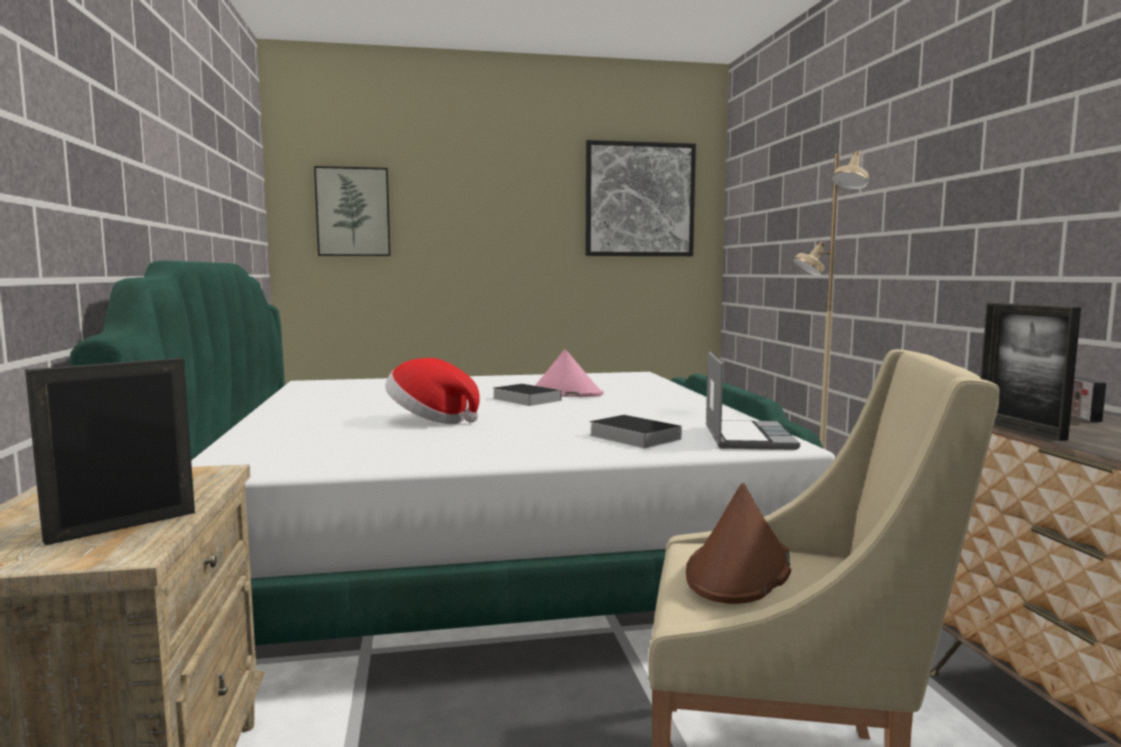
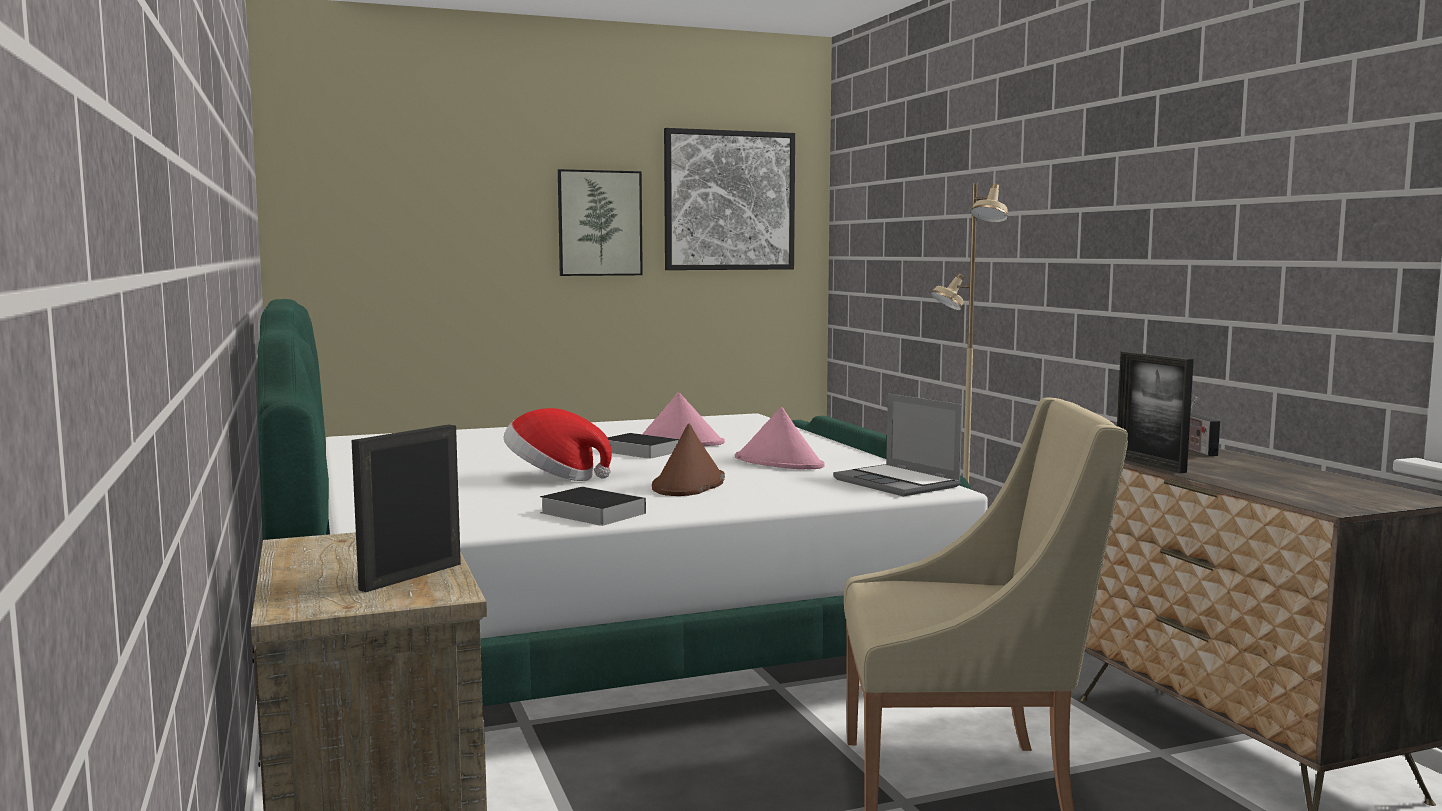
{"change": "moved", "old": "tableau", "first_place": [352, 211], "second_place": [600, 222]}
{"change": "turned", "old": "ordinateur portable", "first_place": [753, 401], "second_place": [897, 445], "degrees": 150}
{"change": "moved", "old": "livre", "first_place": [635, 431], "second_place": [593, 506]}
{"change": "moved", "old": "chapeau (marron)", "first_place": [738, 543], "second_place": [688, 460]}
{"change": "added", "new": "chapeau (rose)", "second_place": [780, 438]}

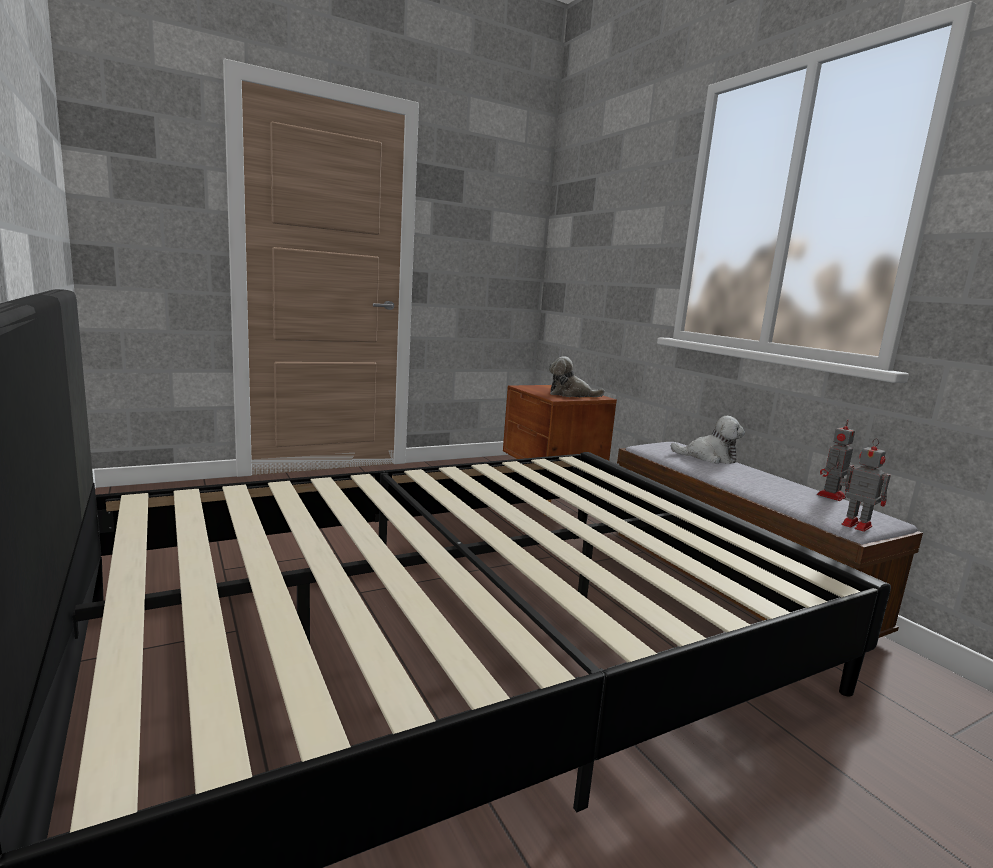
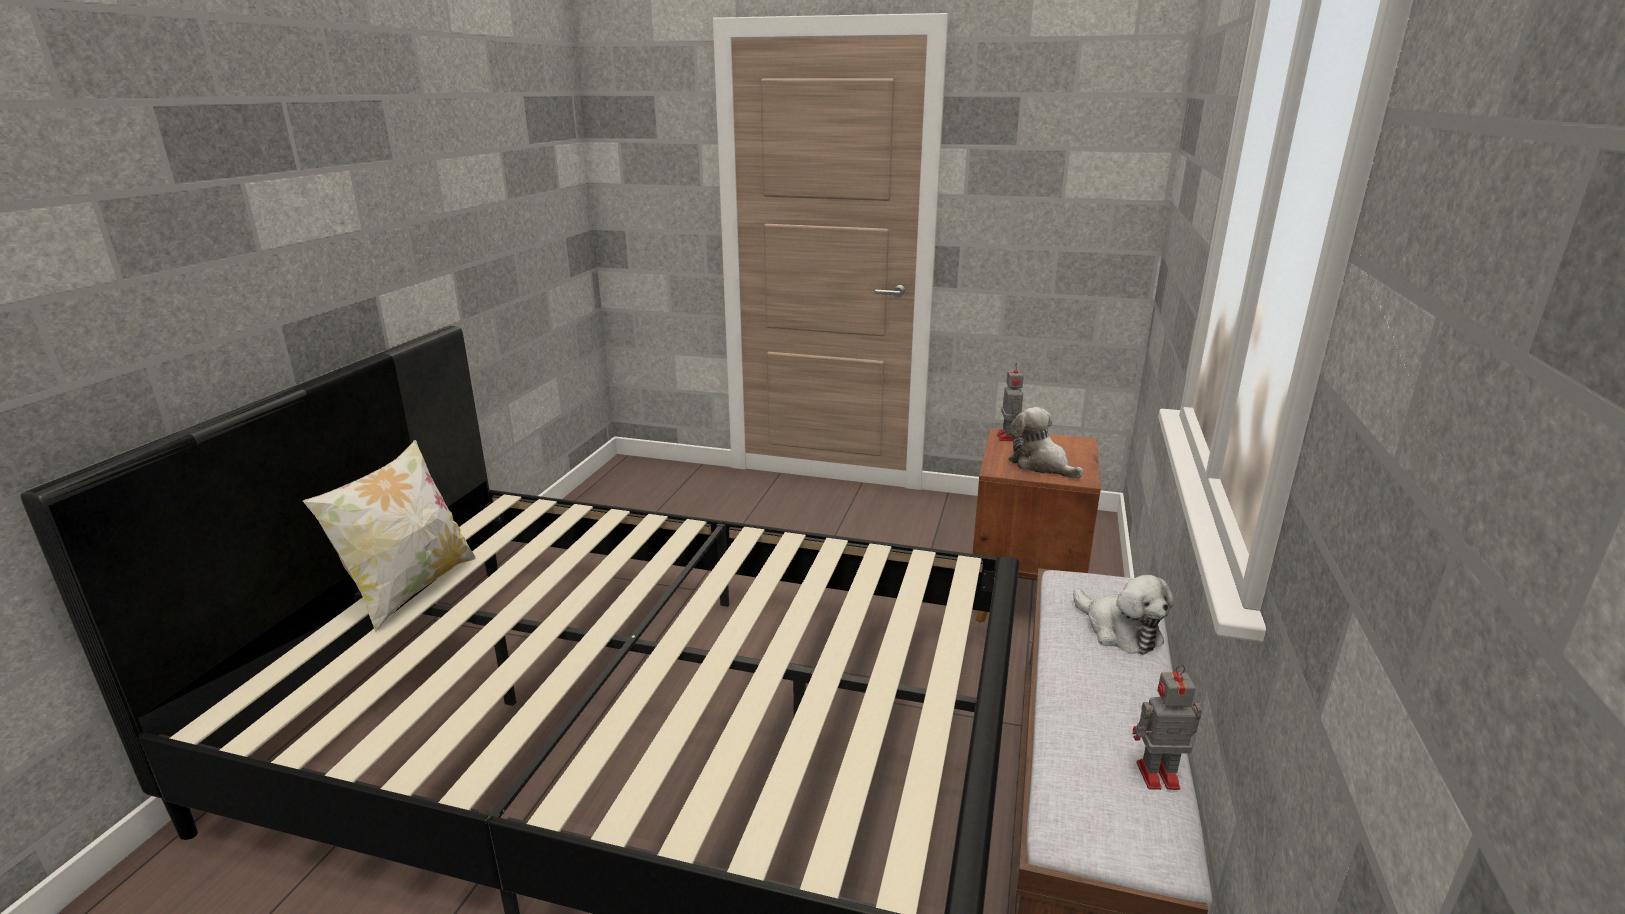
{"change": "moved", "old": "robot jouet", "first_place": [865, 485], "second_place": [1010, 402]}
{"change": "added", "new": "coussin", "second_place": [389, 536]}

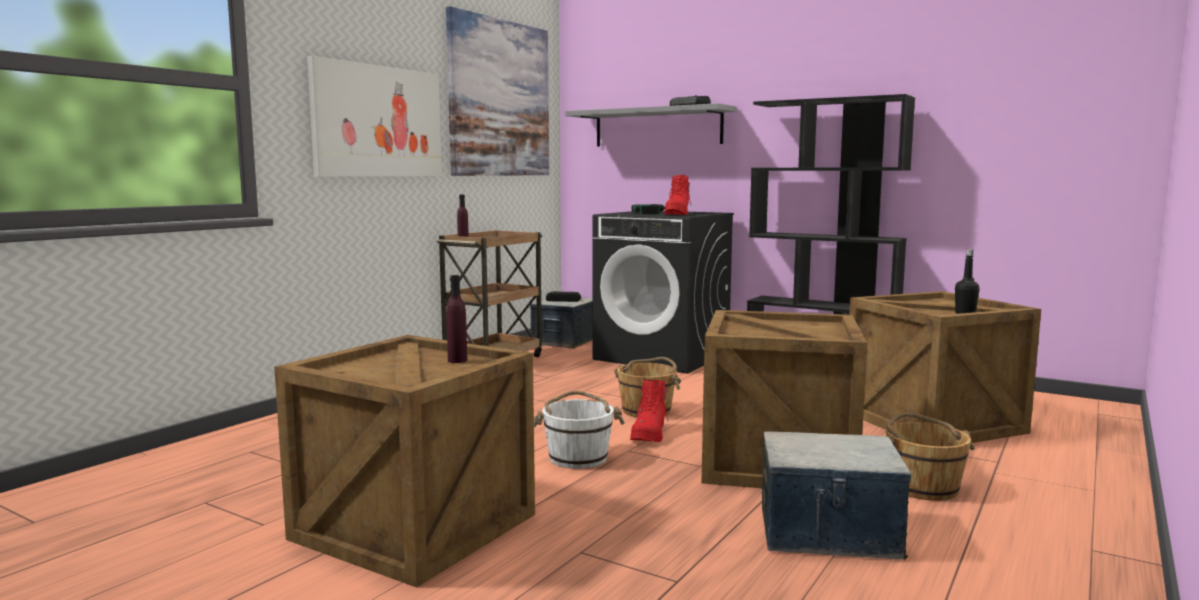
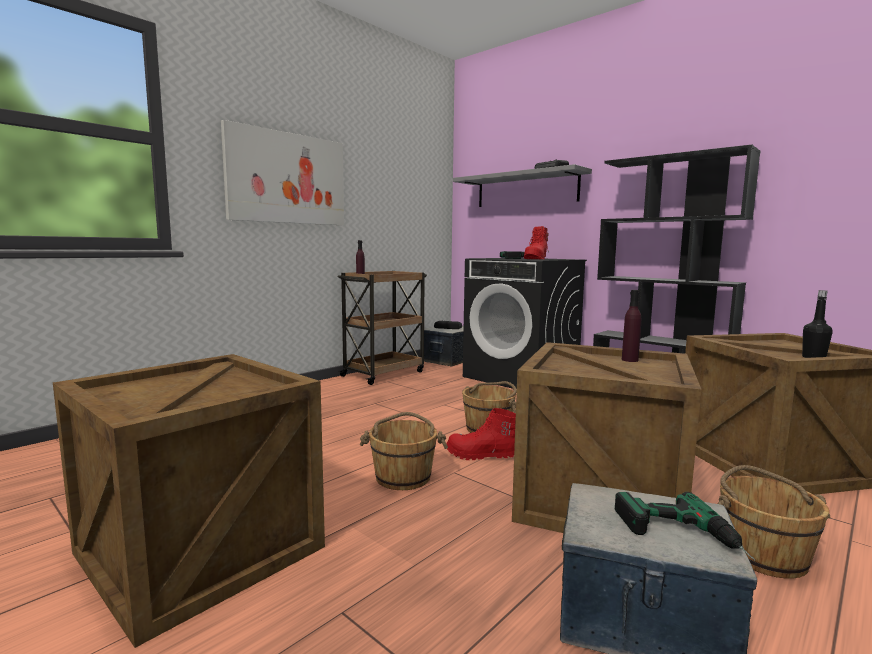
{"change": "removed", "old": "tableau", "first_place": [497, 91]}
{"change": "moved", "old": "bouteille (violet)", "first_place": [456, 319], "second_place": [631, 326]}
{"change": "turned", "old": "botte (rouge)", "first_place": [649, 411], "second_place": [481, 434], "degrees": 75}
{"change": "recoloured", "old": "seau (blanc)", "new": "seau (marron)", "first_place": [579, 430], "second_place": [404, 451]}
{"change": "added", "new": "perceuse", "second_place": [685, 526]}

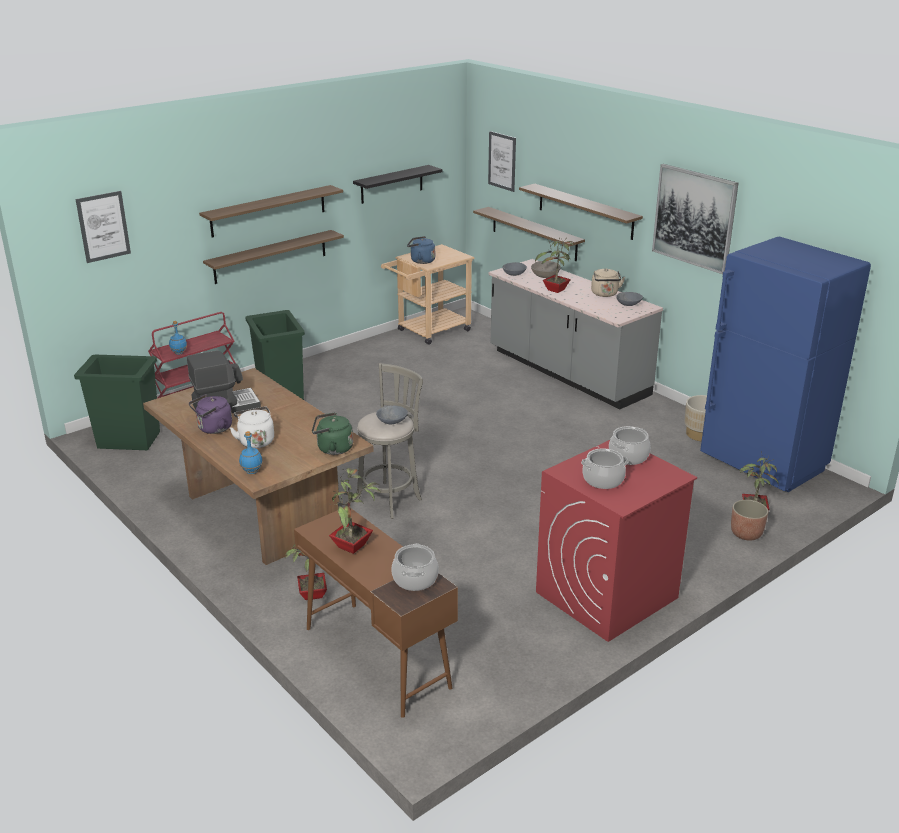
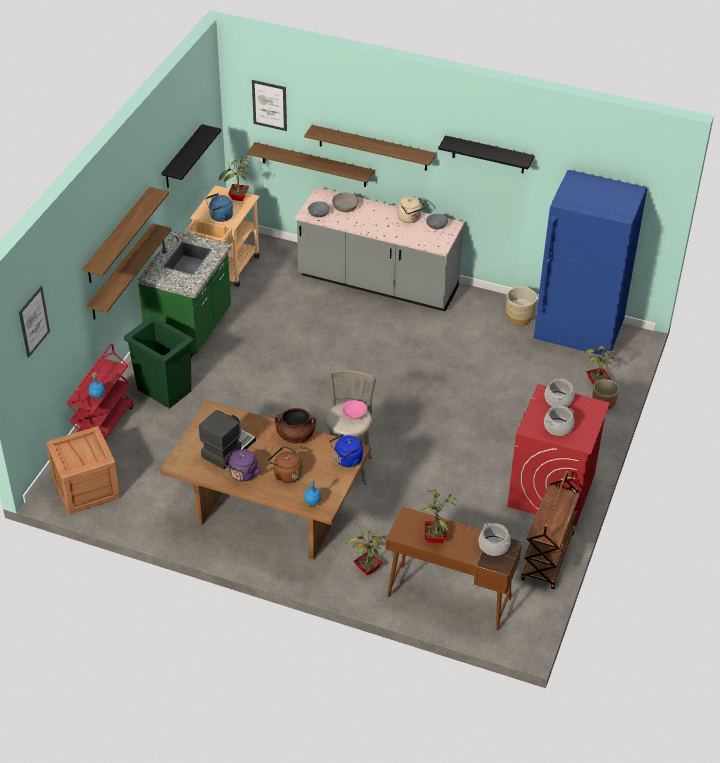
{"change": "replaced", "old": "tableau", "new": "étagère (noir)", "first_place": [695, 219], "second_place": [486, 154]}
{"change": "moved", "old": "plante en pot", "first_place": [554, 265], "second_place": [235, 179]}
{"change": "replaced", "old": "poubelle (vert)", "new": "caisse", "first_place": [117, 402], "second_place": [83, 470]}
{"change": "recoloured", "old": "bol (gris)", "new": "bol (rose)", "first_place": [392, 414], "second_place": [354, 409]}
{"change": "recoloured", "old": "bouilloire (blanc)", "new": "bouilloire (marron)", "first_place": [252, 427], "second_place": [285, 464]}
{"change": "recoloured", "old": "bouilloire (vert)", "new": "bouilloire (bleu)", "first_place": [332, 433], "second_place": [346, 450]}
{"change": "added", "new": "comptoir de cuisine (vert)", "second_place": [184, 294]}
{"change": "added", "new": "marmite (marron)", "second_place": [295, 425]}
{"change": "added", "new": "chariot (marron)", "second_place": [550, 530]}

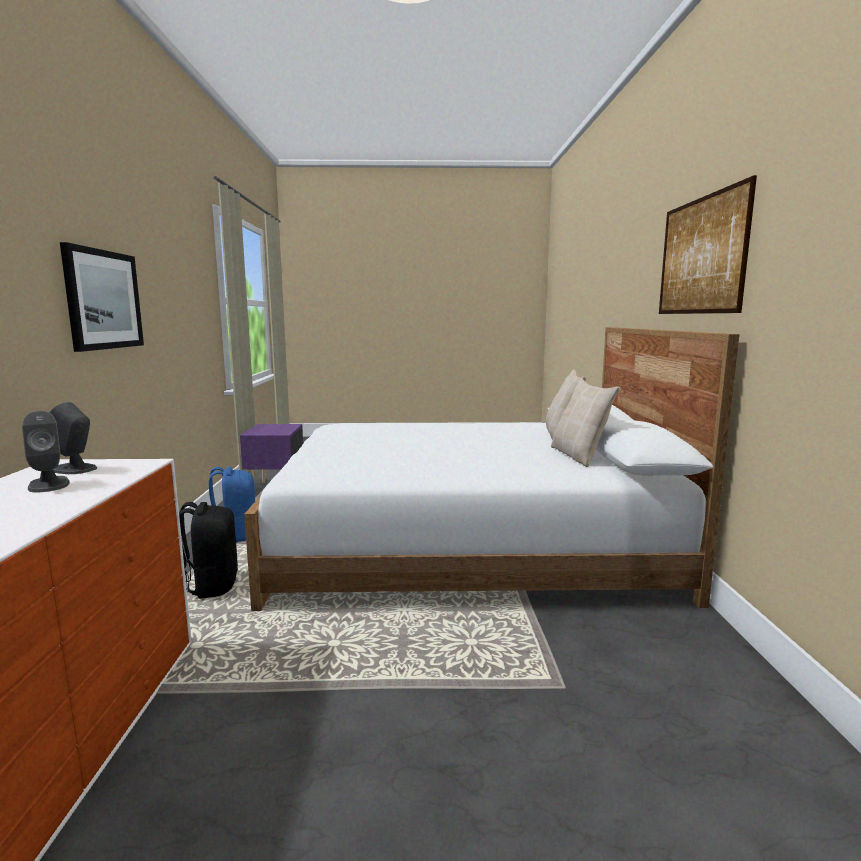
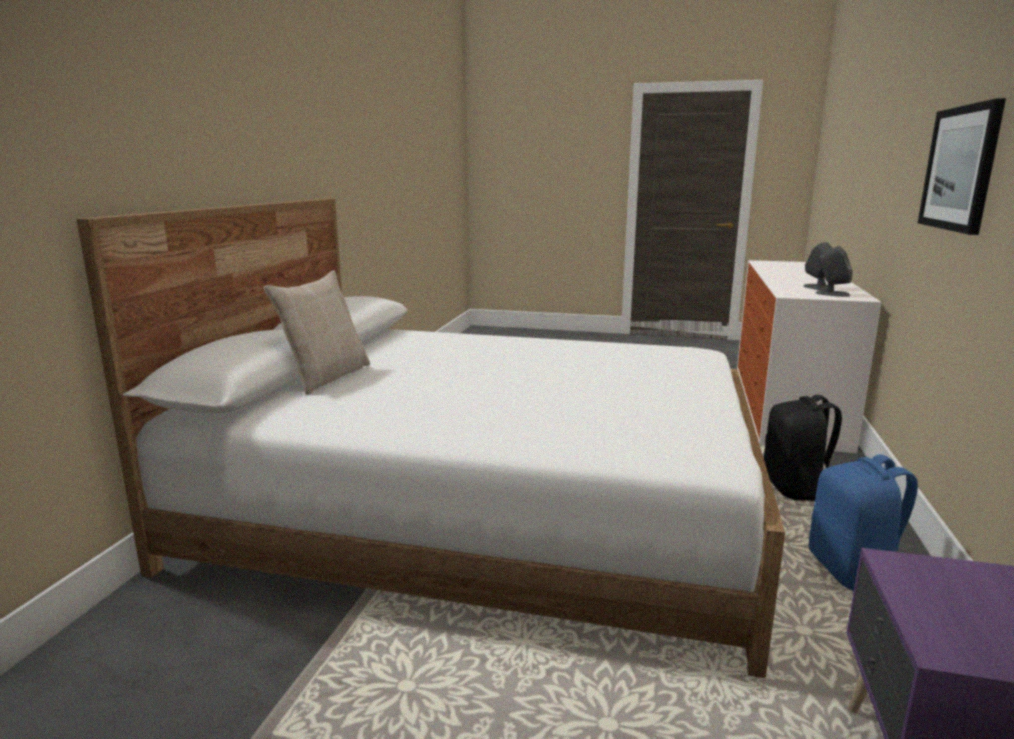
{"change": "removed", "old": "tableau", "first_place": [708, 244]}
{"change": "removed", "old": "coussin (beige)", "first_place": [586, 422]}

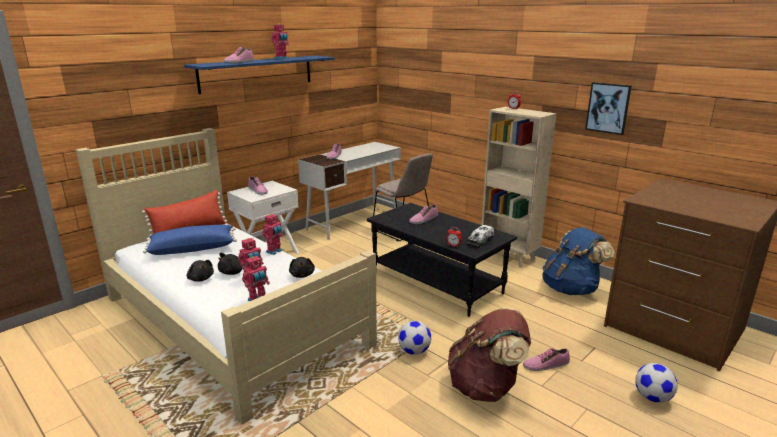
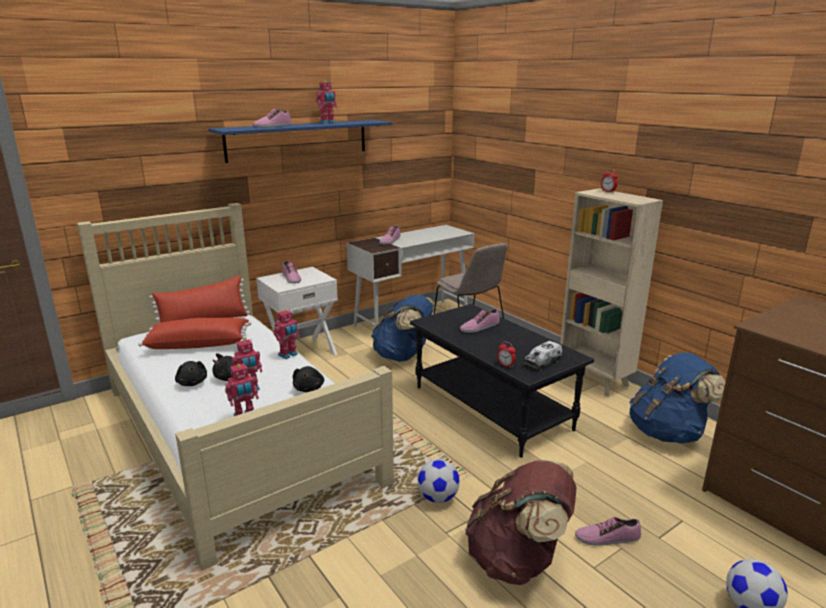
{"change": "removed", "old": "tableau", "first_place": [608, 108]}
{"change": "recoloured", "old": "coussin (bleu)", "new": "coussin (rouge)", "first_place": [190, 240], "second_place": [195, 333]}
{"change": "added", "new": "sac à dos (bleu)", "second_place": [403, 328]}

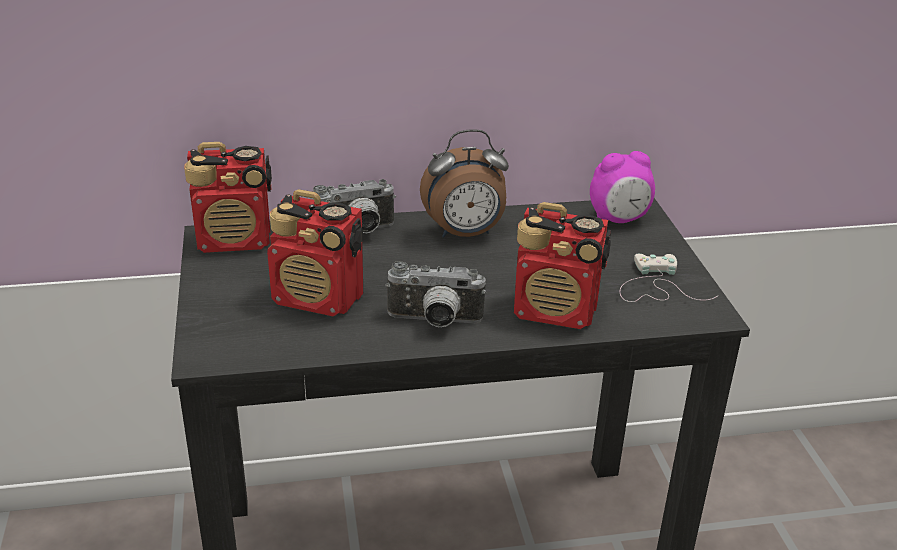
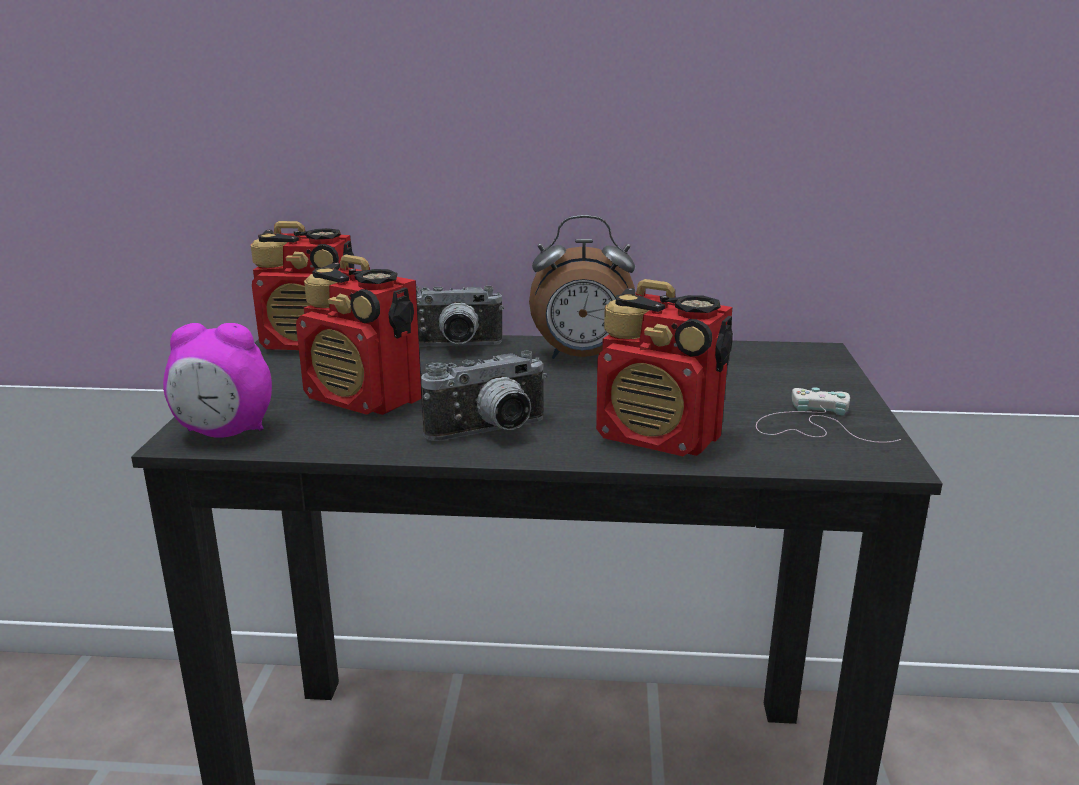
{"change": "moved", "old": "réveil", "first_place": [622, 187], "second_place": [217, 380]}
{"change": "turned", "old": "appareil photo", "first_place": [435, 294], "second_place": [484, 395], "degrees": -45}

